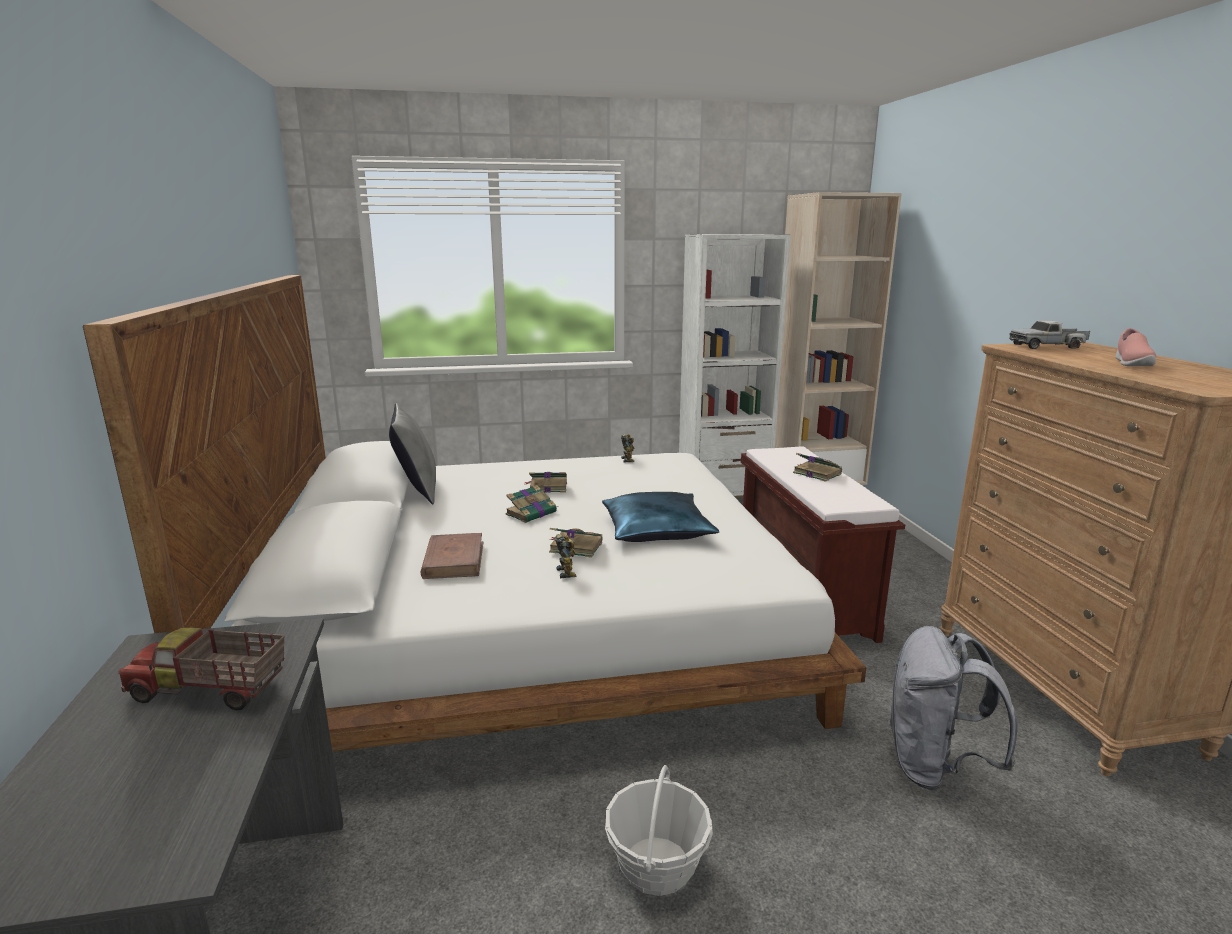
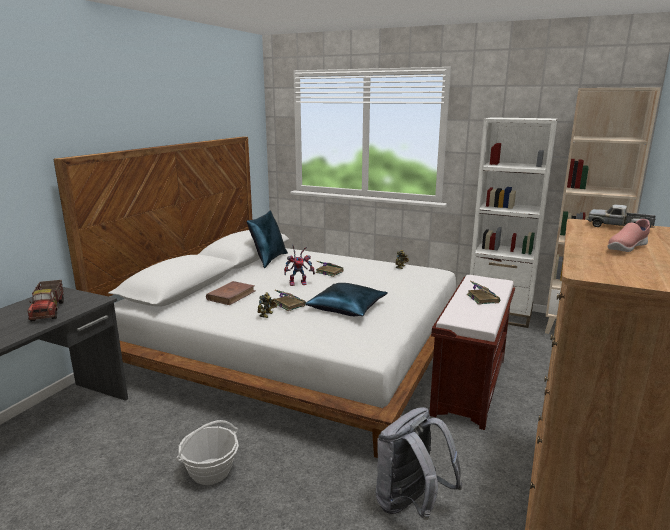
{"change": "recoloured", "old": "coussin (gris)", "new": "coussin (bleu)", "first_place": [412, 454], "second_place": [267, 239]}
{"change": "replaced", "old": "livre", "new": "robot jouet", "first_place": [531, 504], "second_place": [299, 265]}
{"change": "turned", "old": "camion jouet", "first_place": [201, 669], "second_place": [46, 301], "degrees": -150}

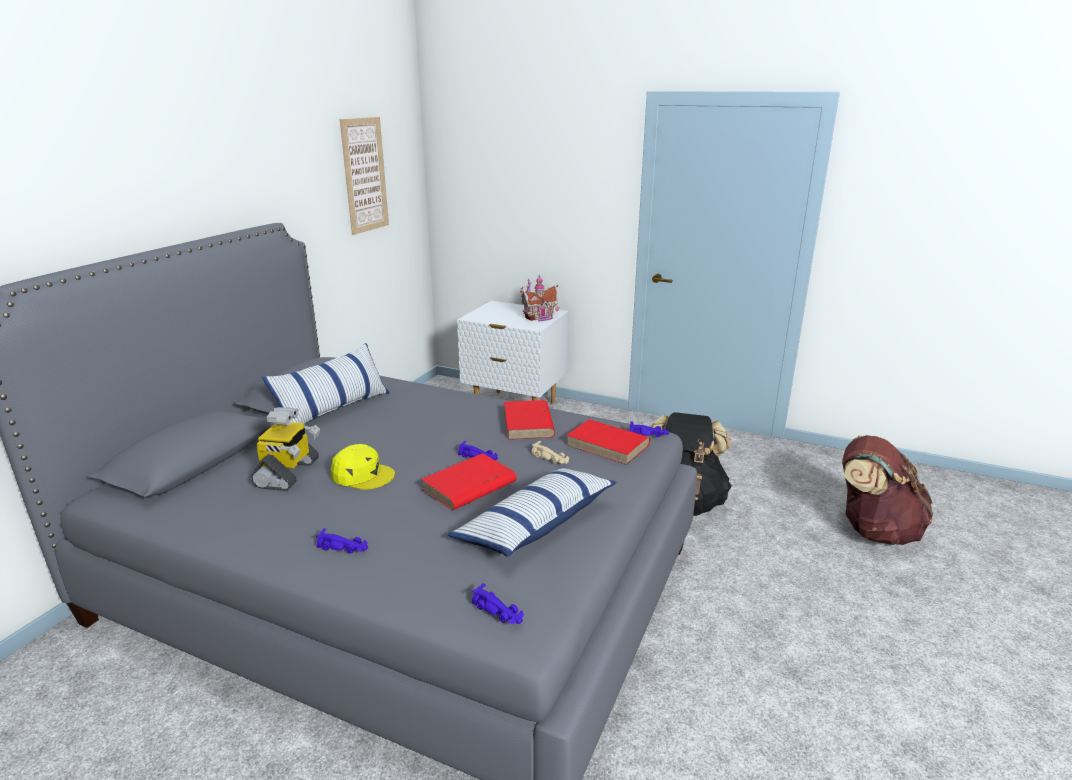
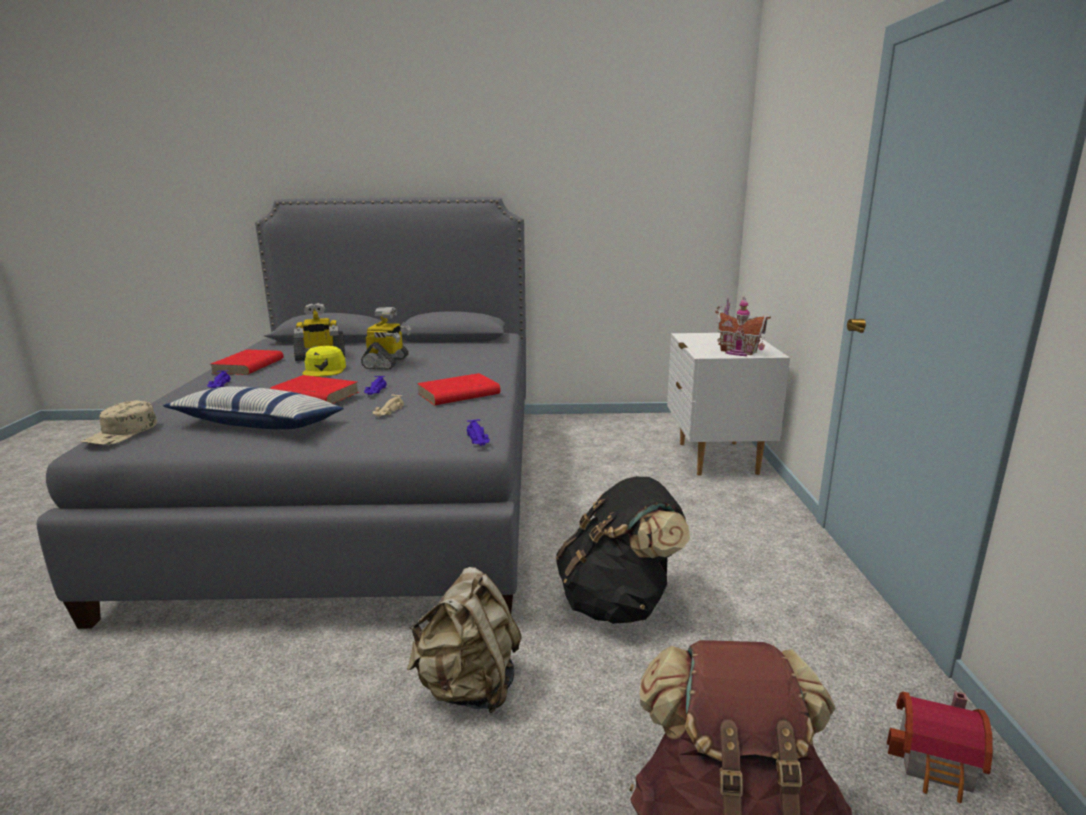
{"change": "removed", "old": "tableau", "first_place": [364, 176]}
{"change": "removed", "old": "coussin", "first_place": [325, 383]}
{"change": "moved", "old": "livre (rouge)", "first_place": [608, 442], "second_place": [247, 362]}
{"change": "replaced", "old": "petite voiture (violet)", "new": "casquette (beige)", "first_place": [498, 603], "second_place": [119, 422]}
{"change": "added", "new": "robot jouet", "second_place": [386, 338]}
{"change": "added", "new": "sac à dos (beige)", "second_place": [464, 640]}
{"change": "added", "new": "maison miniature", "second_place": [940, 747]}

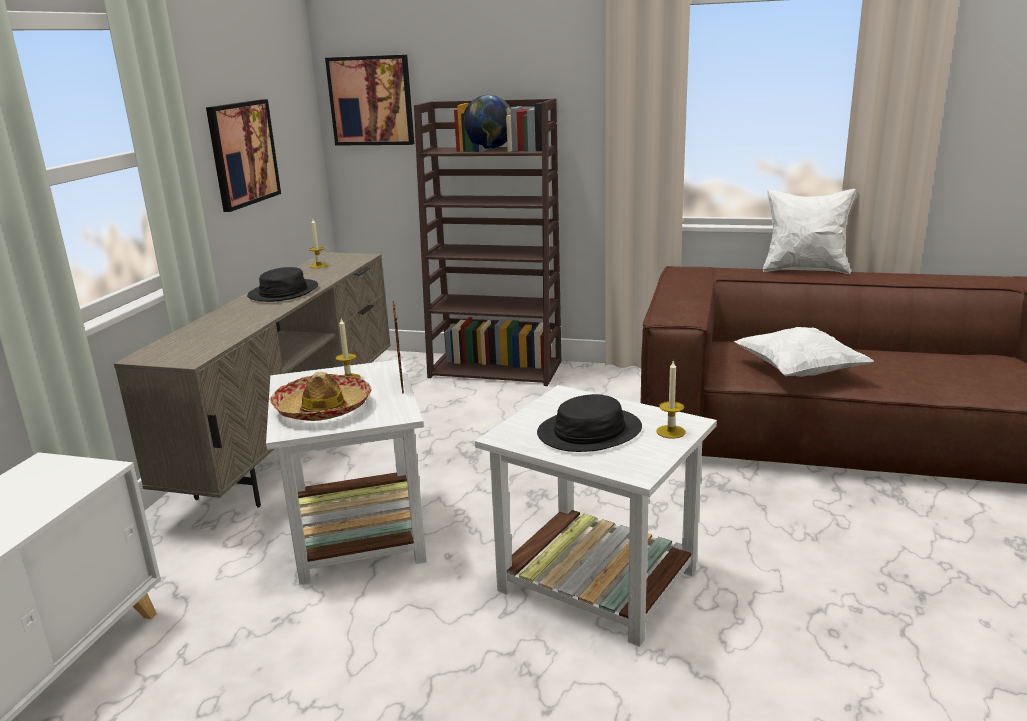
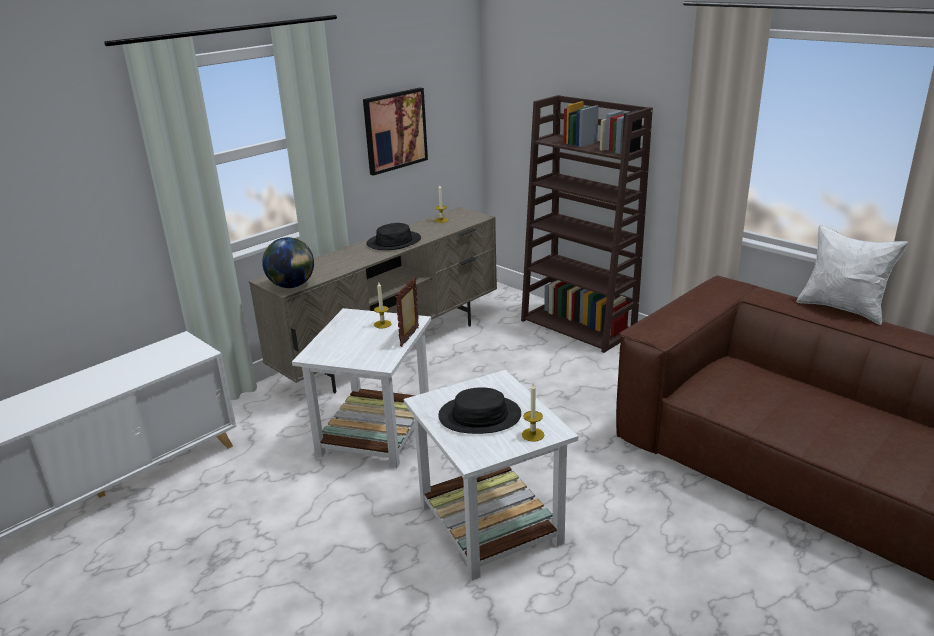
{"change": "removed", "old": "tableau", "first_place": [369, 100]}
{"change": "moved", "old": "globe", "first_place": [487, 122], "second_place": [288, 262]}
{"change": "removed", "old": "coussin (blanc)", "first_place": [804, 352]}
{"change": "removed", "old": "chapeau", "first_place": [320, 396]}

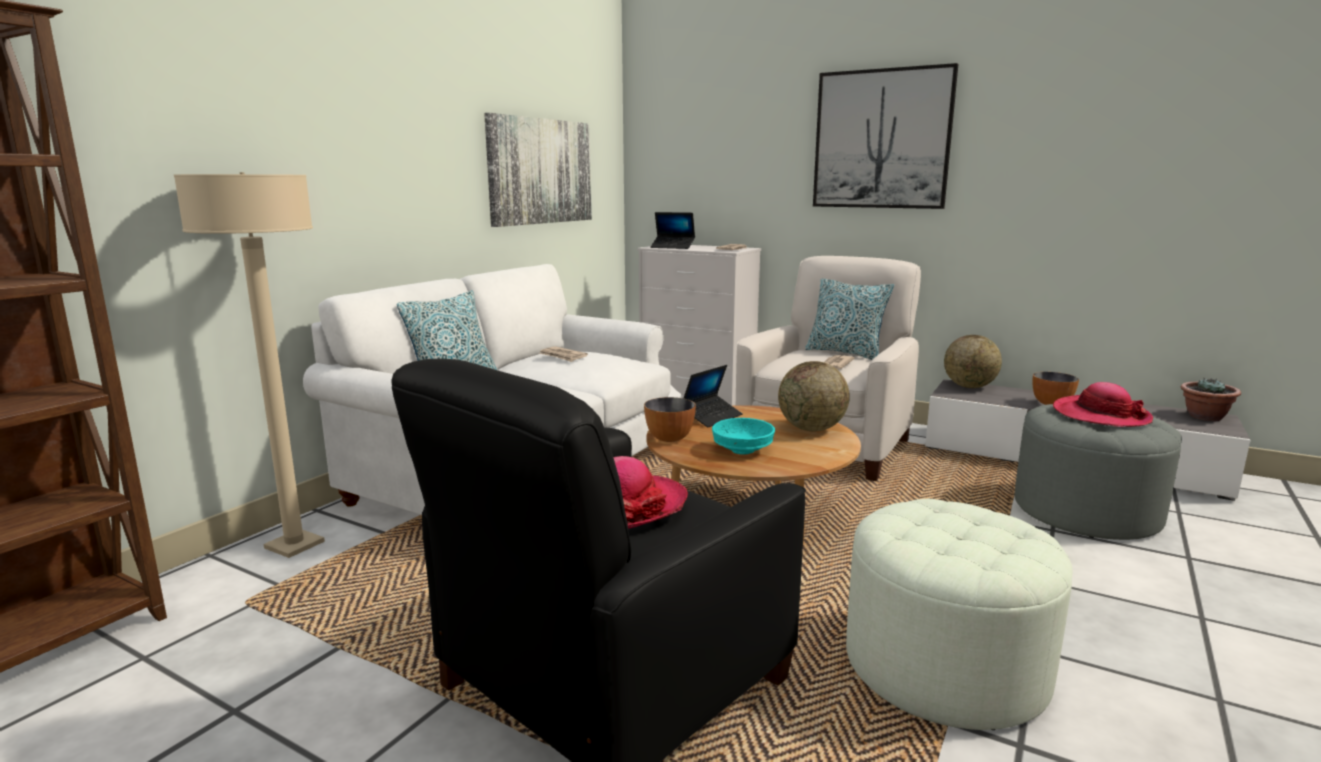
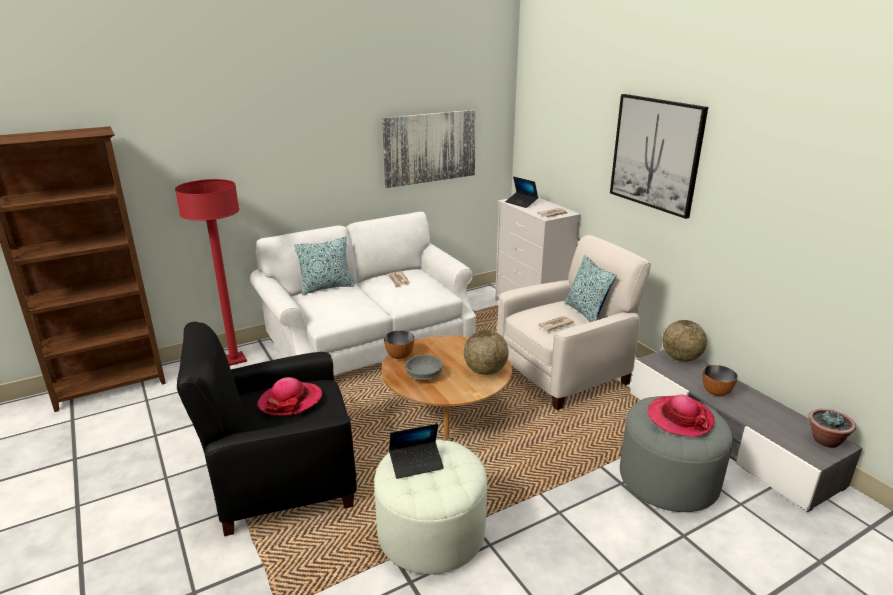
{"change": "recoloured", "old": "lampadaire (beige)", "new": "lampadaire (rouge)", "first_place": [249, 365], "second_place": [211, 272]}
{"change": "moved", "old": "ordinateur portable", "first_place": [713, 396], "second_place": [416, 451]}
{"change": "recoloured", "old": "bol (turquoise)", "new": "bol (gris)", "first_place": [743, 436], "second_place": [424, 367]}

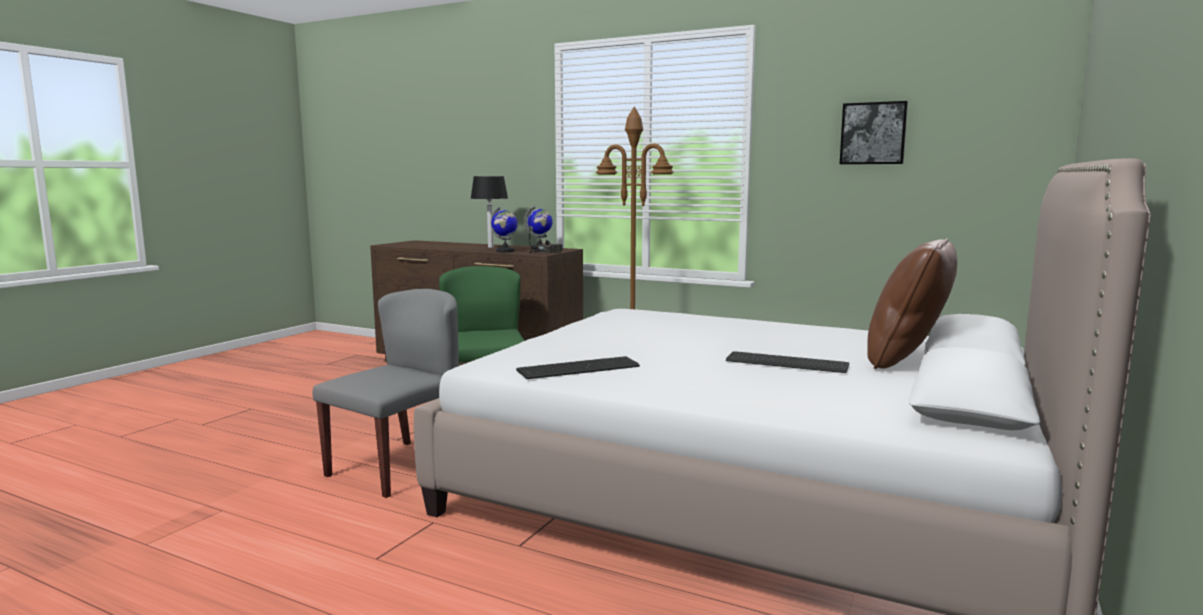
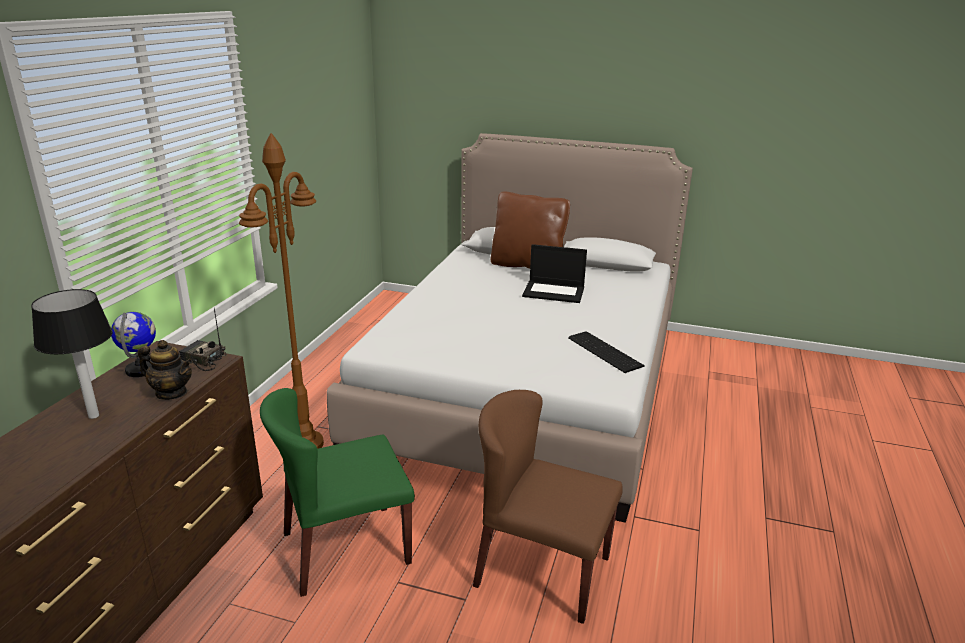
{"change": "removed", "old": "tableau", "first_place": [874, 132]}
{"change": "replaced", "old": "globe", "new": "théière", "first_place": [504, 229], "second_place": [165, 370]}
{"change": "recoloured", "old": "chaise (gris)", "new": "chaise (marron)", "first_place": [385, 393], "second_place": [548, 507]}
{"change": "replaced", "old": "clavier", "new": "ordinateur portable", "first_place": [787, 362], "second_place": [554, 273]}

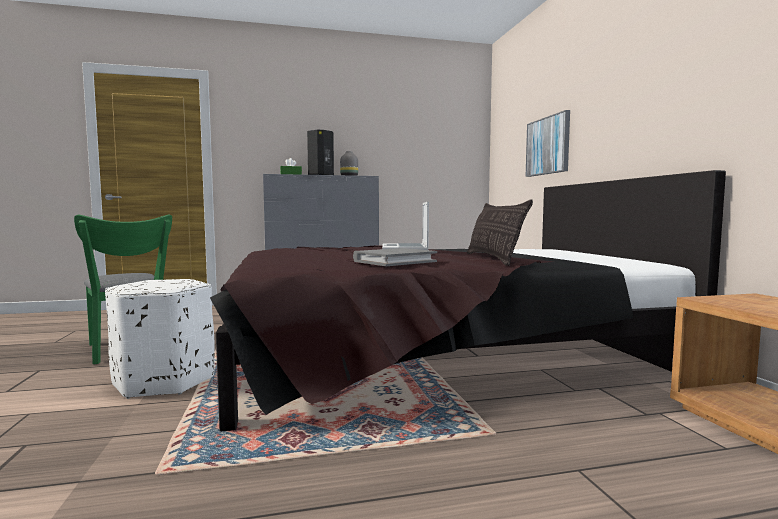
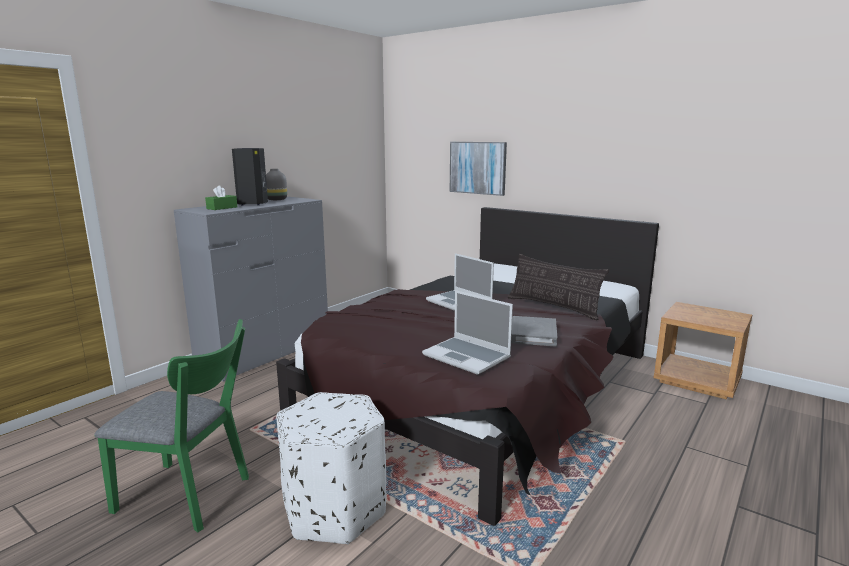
{"change": "added", "new": "ordinateur portable", "second_place": [467, 332]}

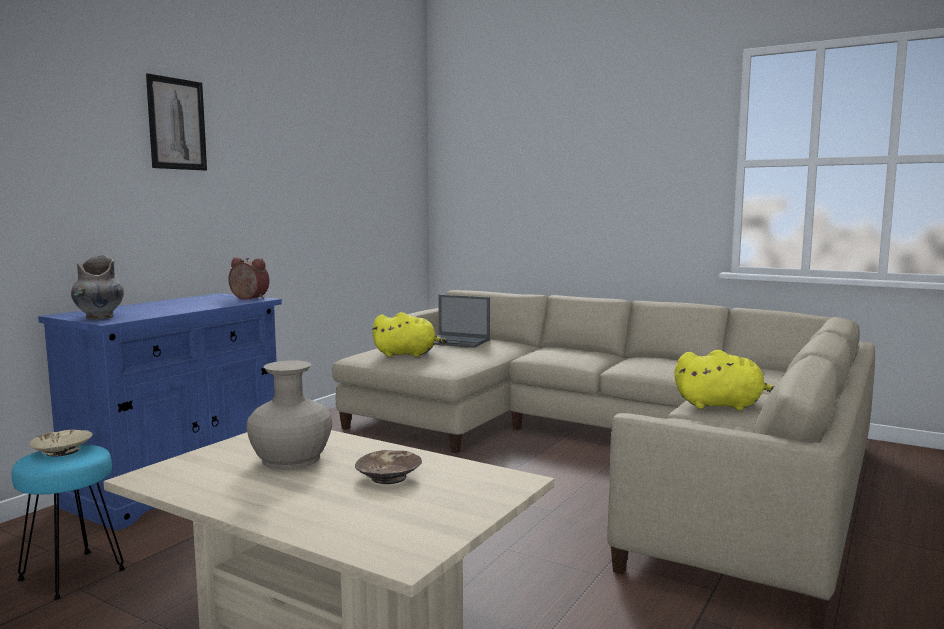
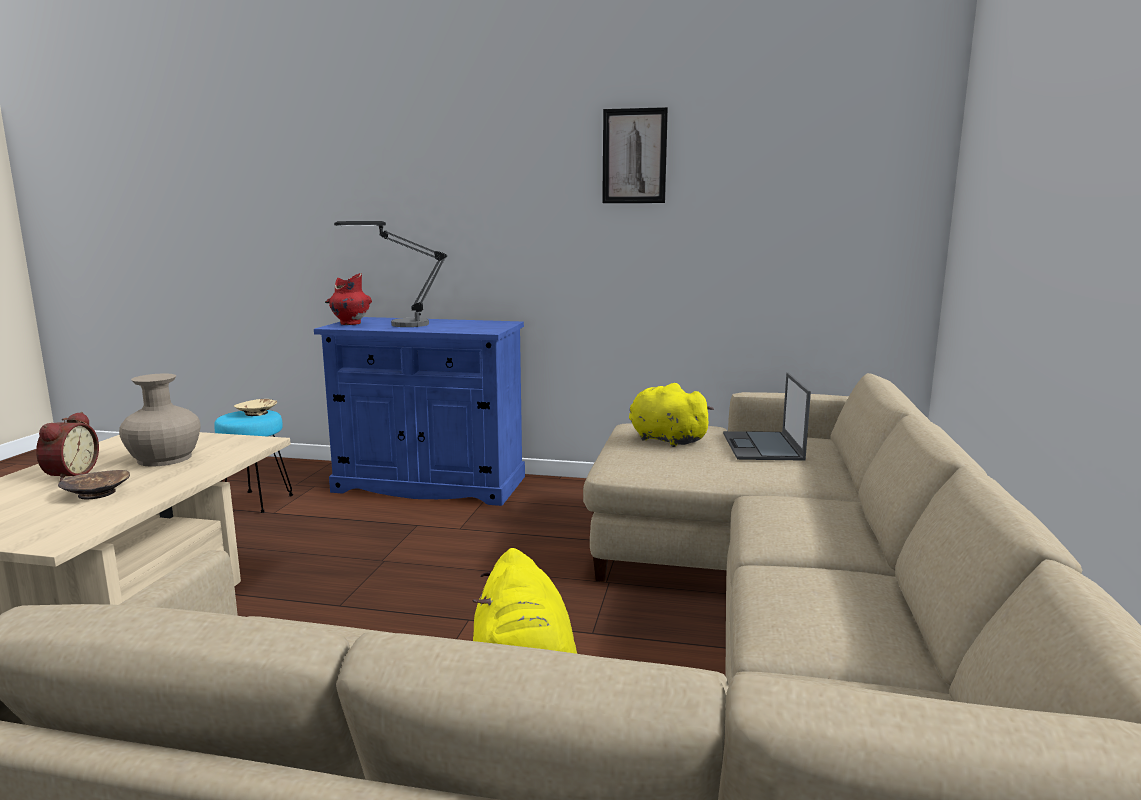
{"change": "moved", "old": "tableau", "first_place": [176, 122], "second_place": [635, 155]}
{"change": "recoloured", "old": "vase (gris)", "new": "vase (rouge)", "first_place": [97, 287], "second_place": [348, 299]}
{"change": "moved", "old": "réveil", "first_place": [249, 278], "second_place": [67, 446]}
{"change": "turned", "old": "peluche (jaune)", "first_place": [410, 334], "second_place": [671, 415], "degrees": 150}
{"change": "added", "new": "lampe de table", "second_place": [390, 274]}

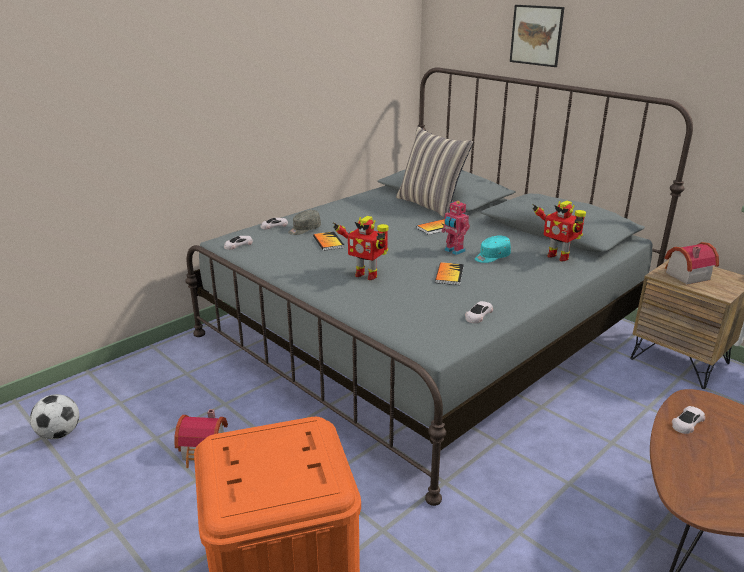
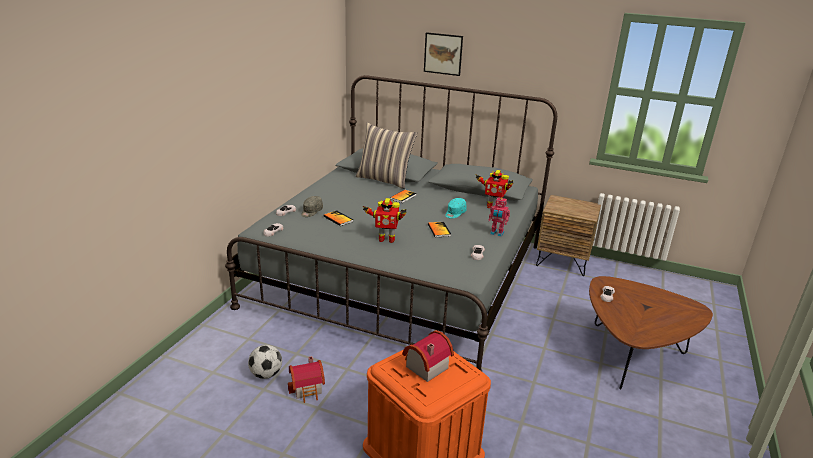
{"change": "moved", "old": "robot jouet", "first_place": [456, 227], "second_place": [499, 217]}
{"change": "moved", "old": "maison miniature", "first_place": [692, 263], "second_place": [428, 356]}
{"change": "moved", "old": "ballon de foot", "first_place": [54, 416], "second_place": [265, 362]}

